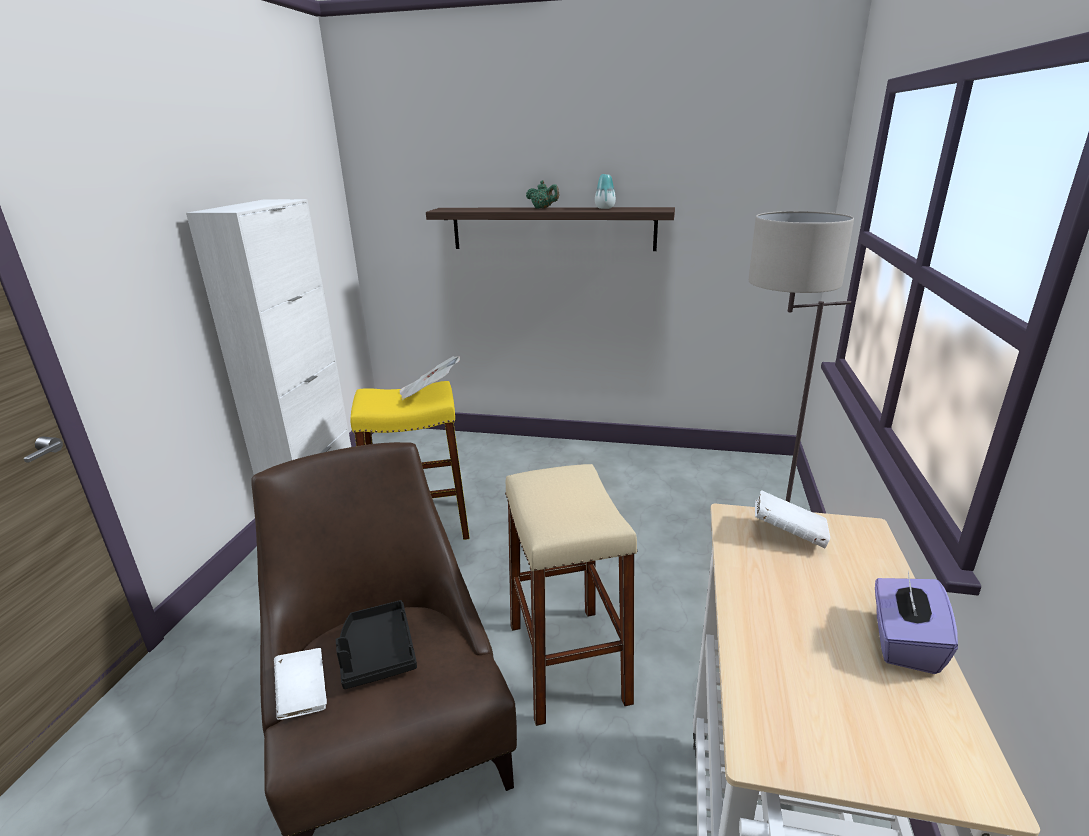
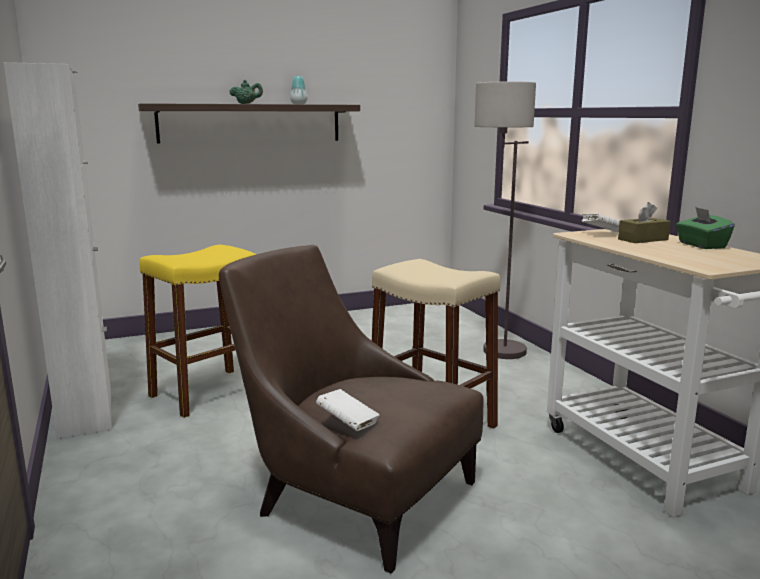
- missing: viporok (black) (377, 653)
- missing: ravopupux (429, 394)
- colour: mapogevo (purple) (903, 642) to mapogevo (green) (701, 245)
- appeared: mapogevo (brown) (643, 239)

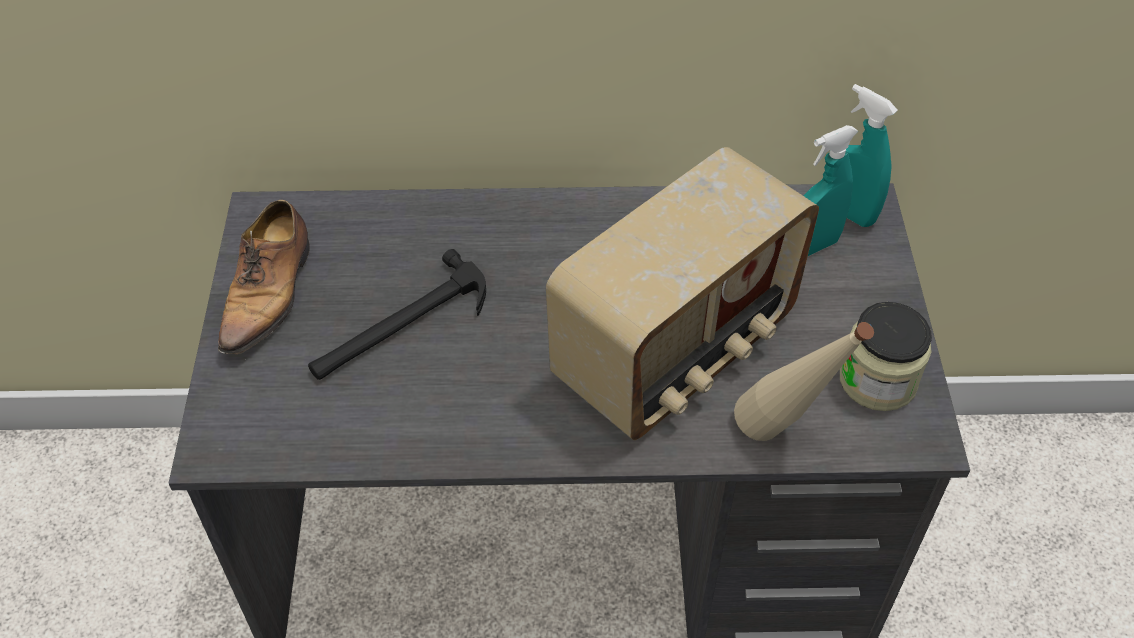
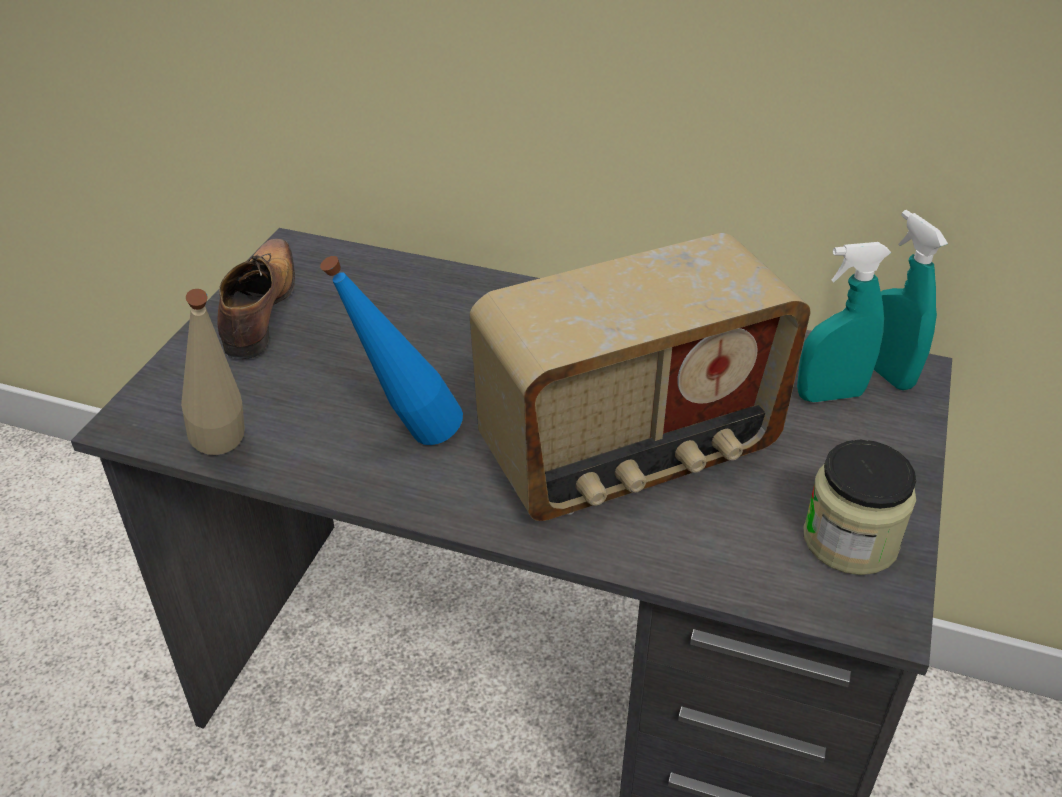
- spun: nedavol (269, 293) = (260, 310) 150 degrees clockwise
- missing: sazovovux (400, 326)
- relocated: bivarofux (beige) (783, 438) to (227, 458)
- appeared: bivarofux (blue) (406, 439)

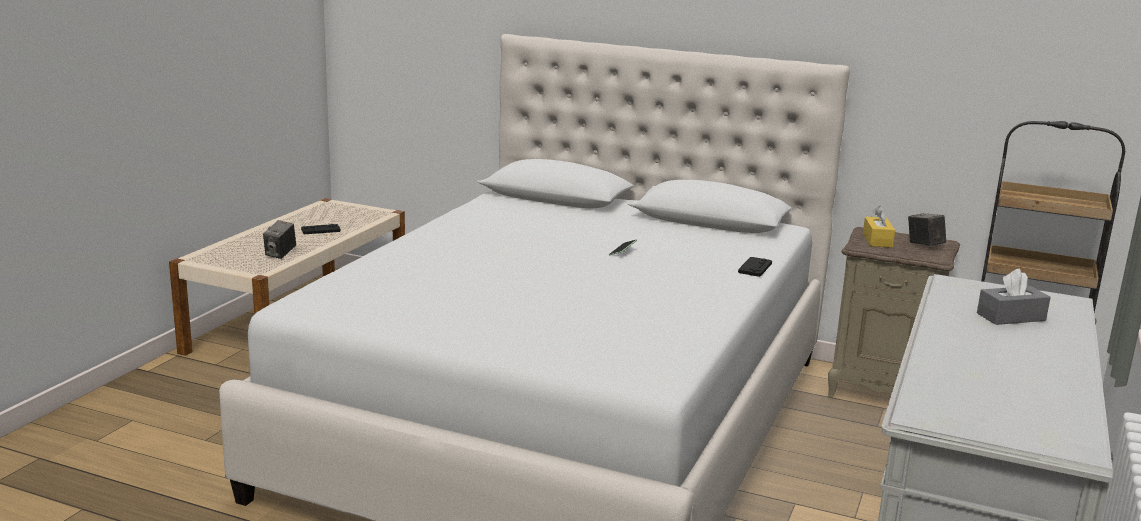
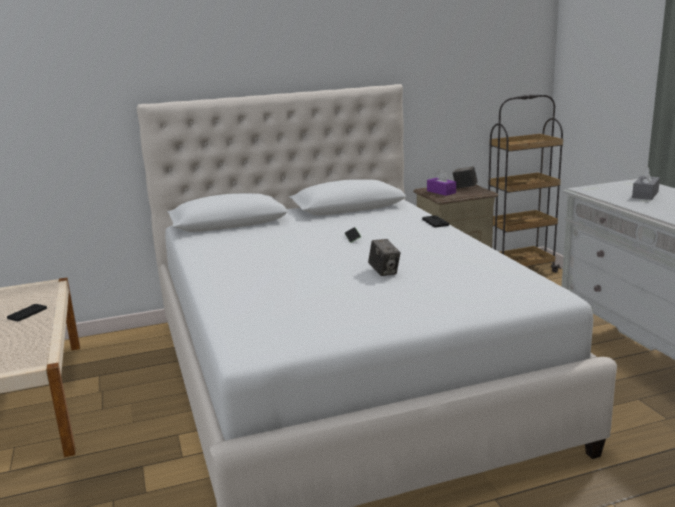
- relocated: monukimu (280, 254) to (384, 272)
- colour: mapogevo (yellow) (877, 240) to mapogevo (purple) (441, 192)

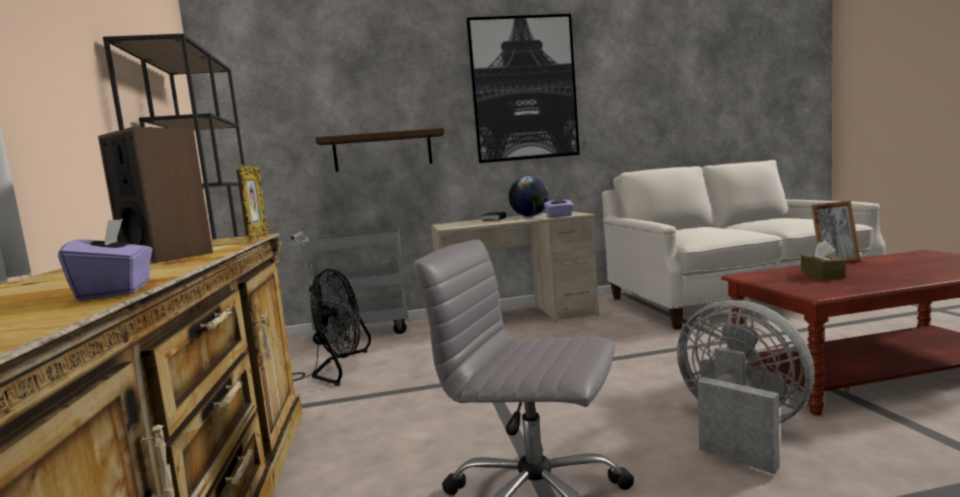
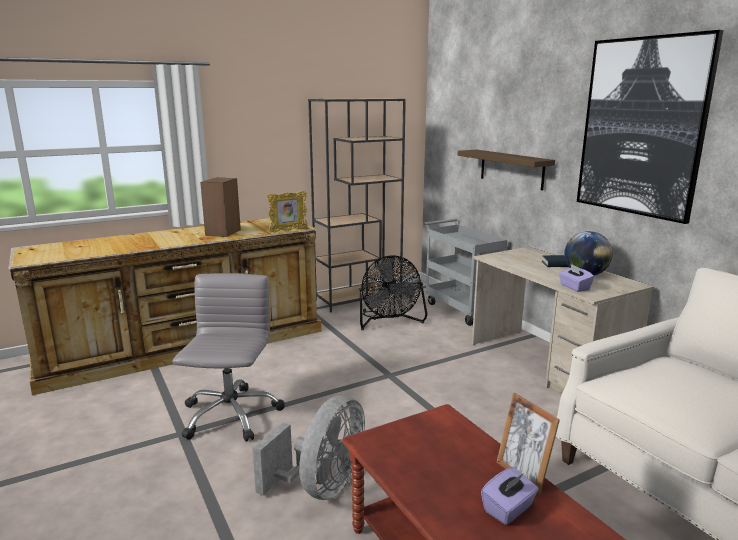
- relocated: mapogevo (purple) (117, 291) to (508, 509)
- missing: mapogevo (brown) (822, 274)

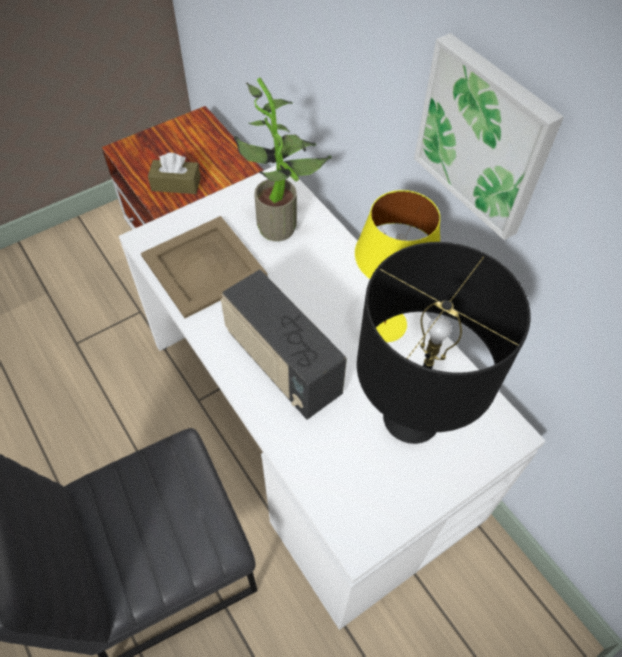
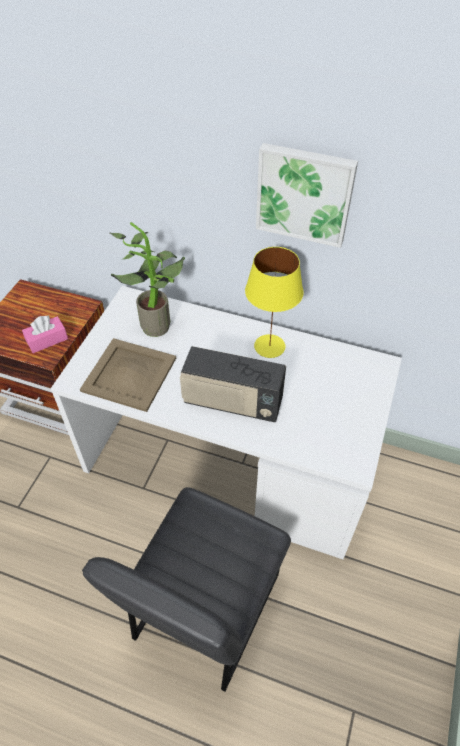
- colour: mapogevo (brown) (176, 184) to mapogevo (pink) (47, 340)
- missing: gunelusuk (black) (410, 420)

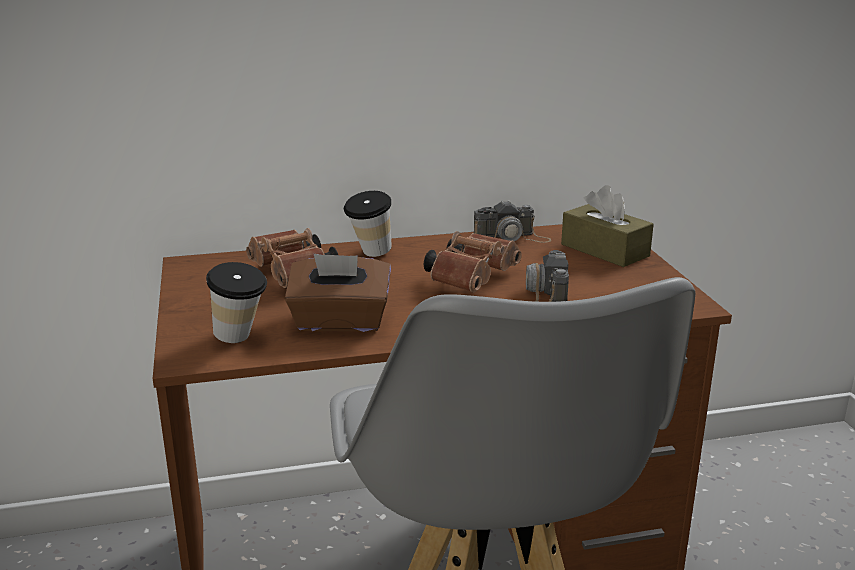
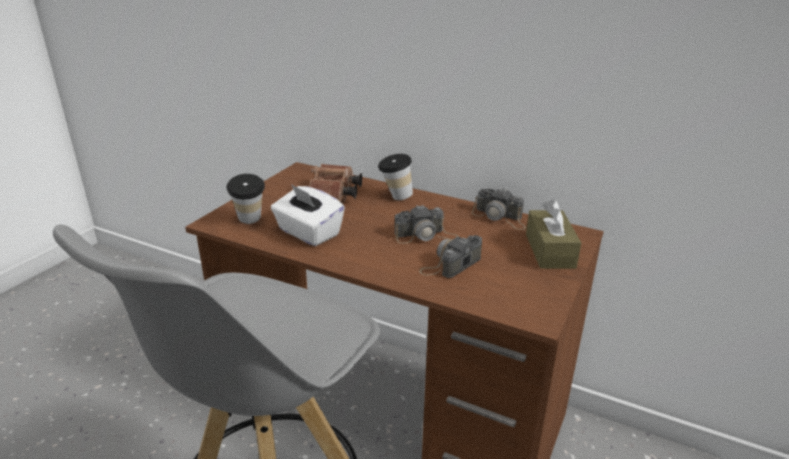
- colour: mapogevo (brown) (340, 322) to mapogevo (white) (308, 233)
- exchanged: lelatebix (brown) (473, 278) to monukimu (425, 236)

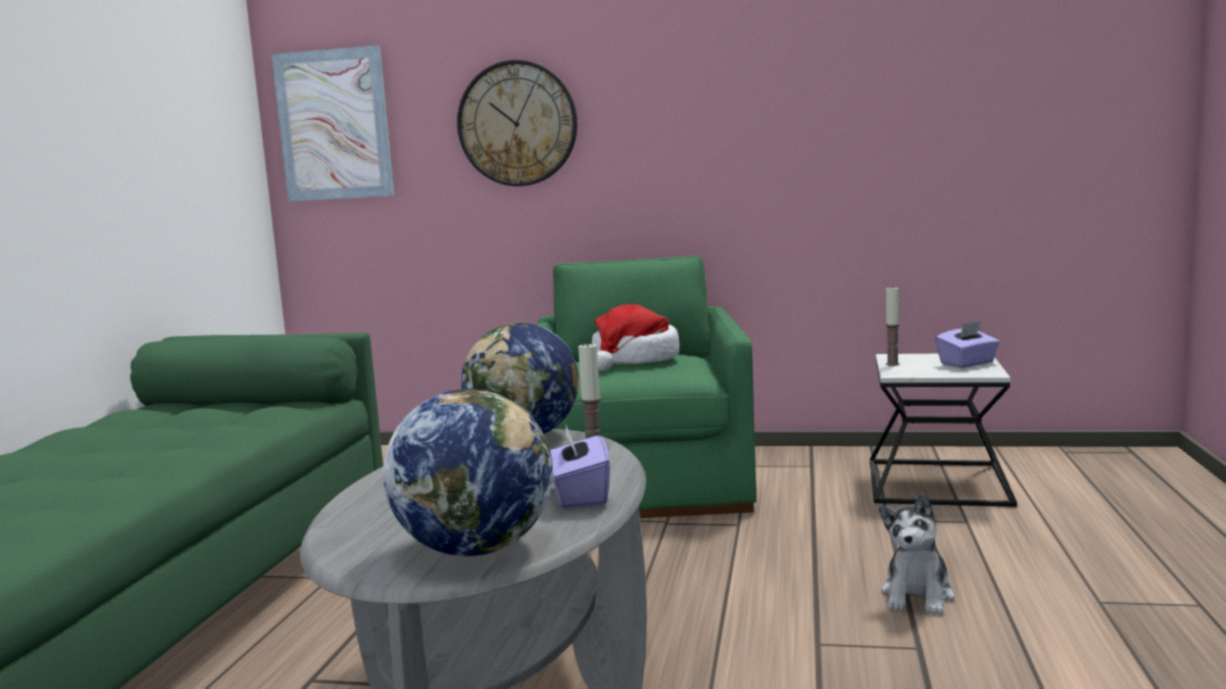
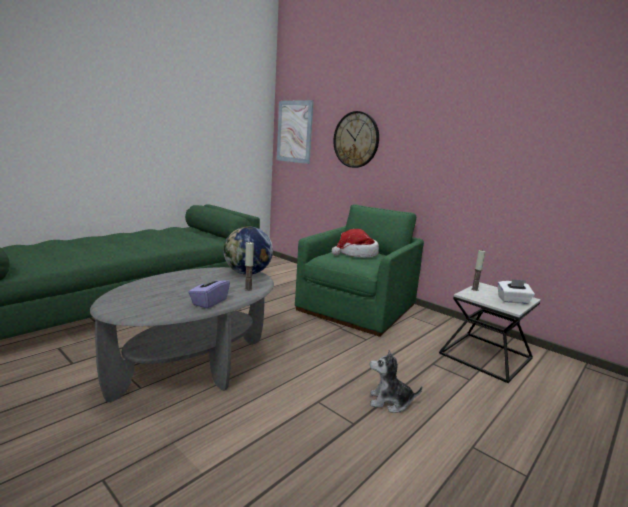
- missing: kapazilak (476, 549)
- spun: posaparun (918, 596) = (390, 402) 45 degrees clockwise
- colour: mapogevo (purple) (967, 364) to mapogevo (white) (513, 301)

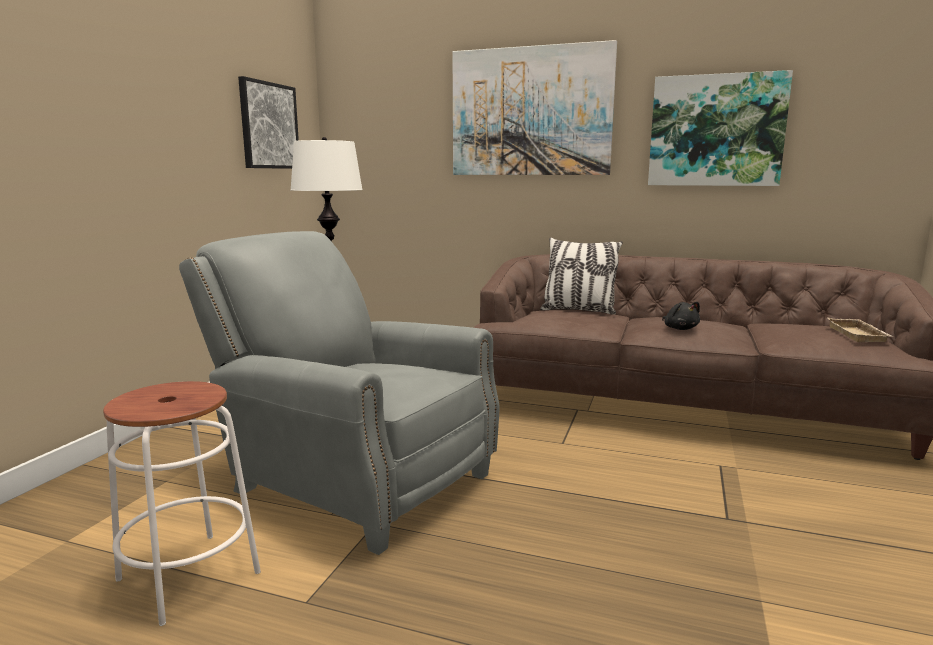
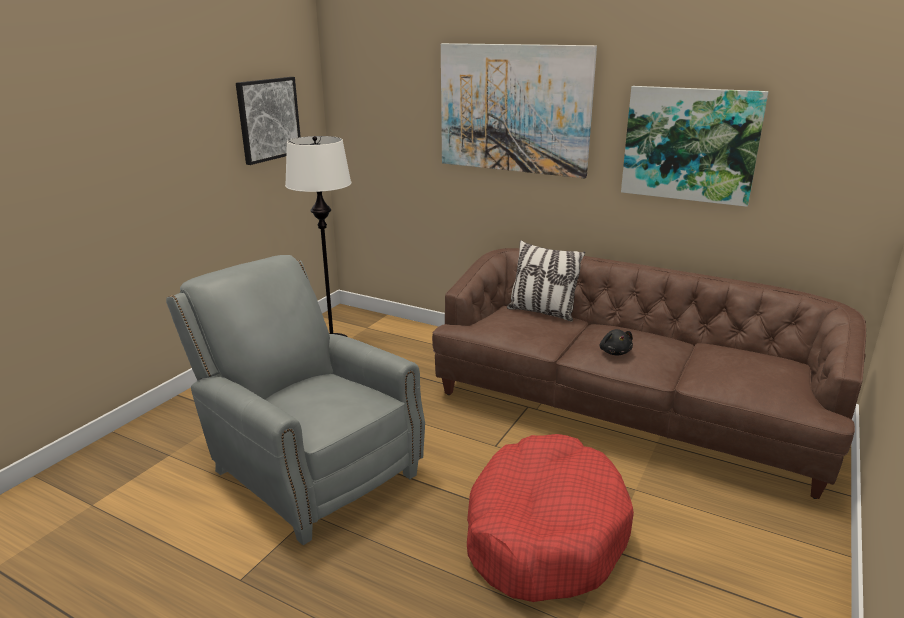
- missing: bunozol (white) (188, 575)
- missing: viporok (beige) (859, 335)
- appeared: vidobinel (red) (544, 532)

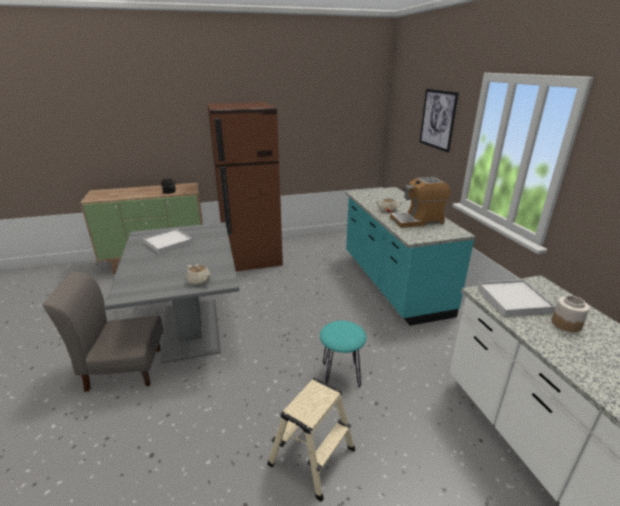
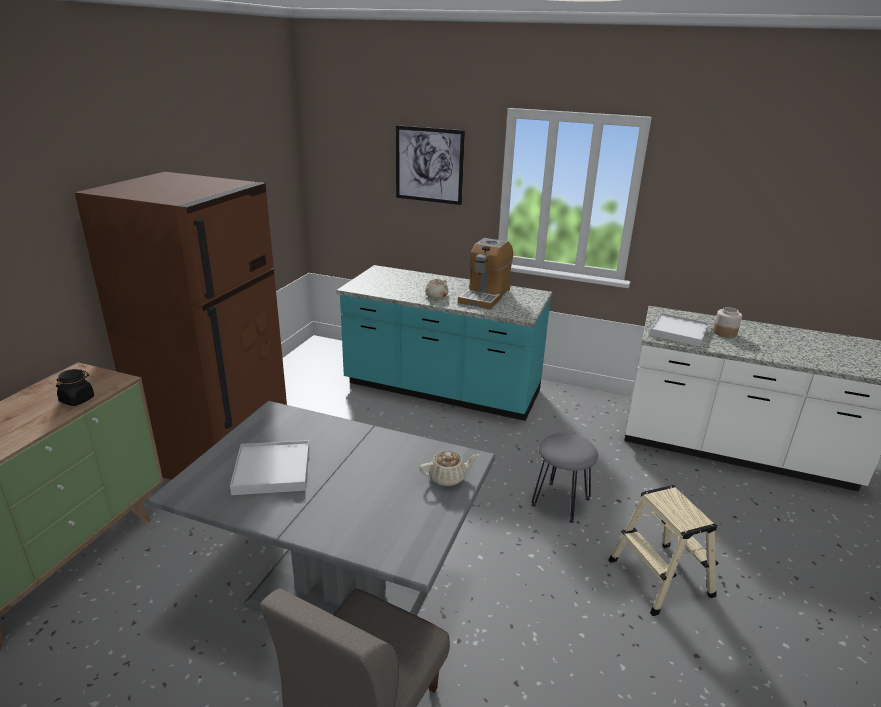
- colour: bunozol (turquoise) (341, 374) to bunozol (grey) (560, 502)

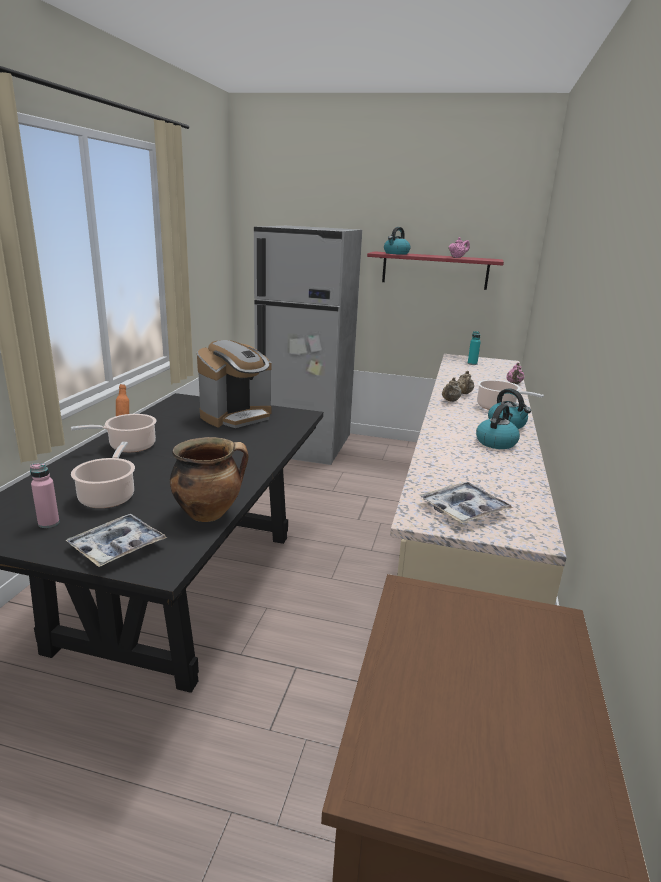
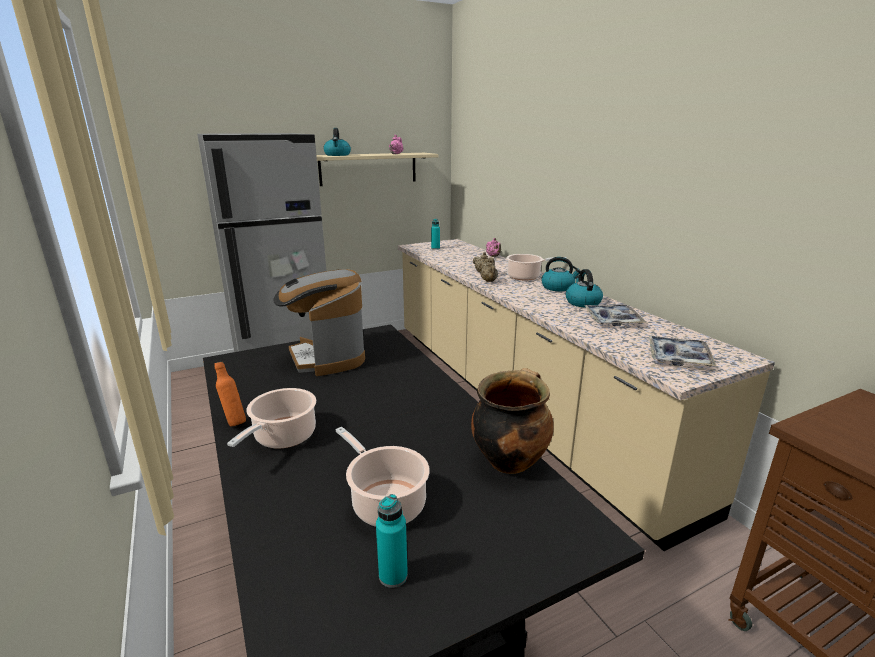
- colour: bivarofux (pink) (48, 523) to bivarofux (turquoise) (393, 575)
- relocated: viporok (117, 547) to (612, 320)
- spun: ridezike (236, 416) = (326, 357) 150 degrees clockwise
- colour: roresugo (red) (435, 270) to roresugo (beige) (368, 168)

